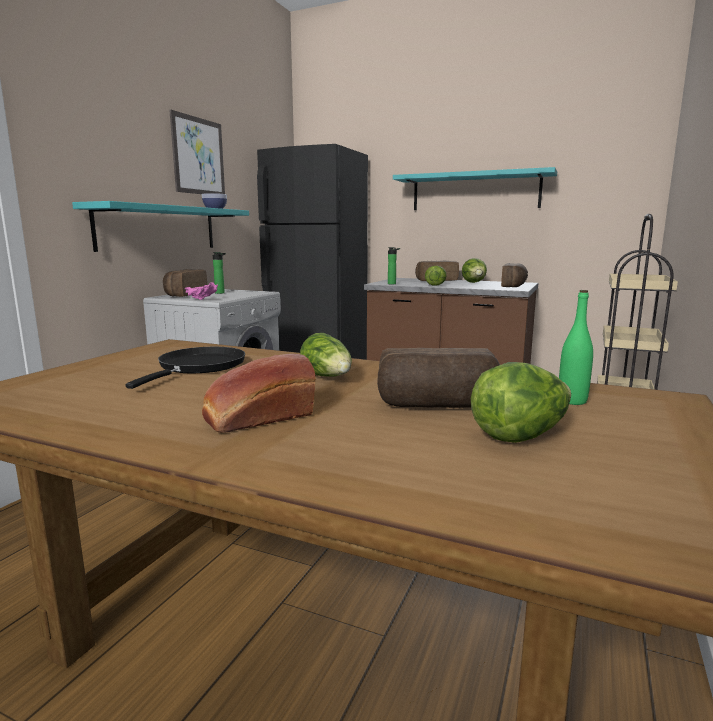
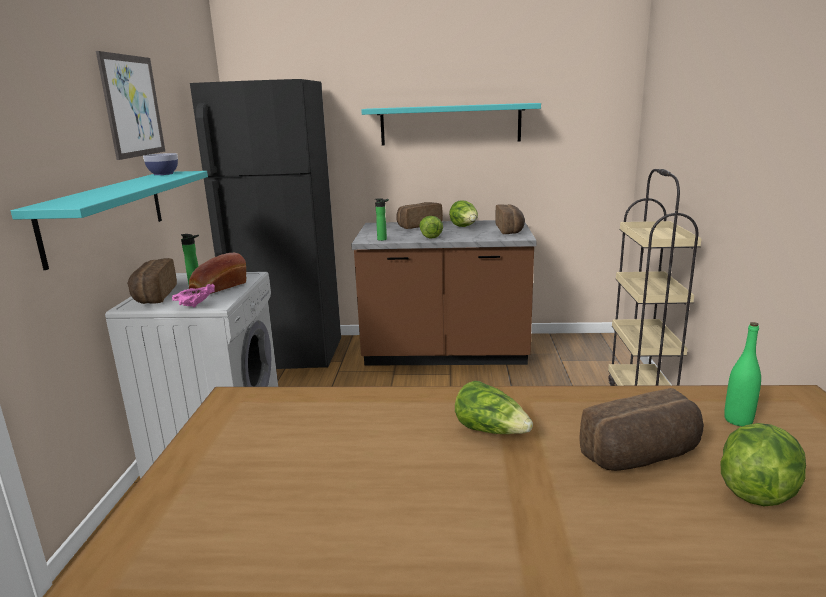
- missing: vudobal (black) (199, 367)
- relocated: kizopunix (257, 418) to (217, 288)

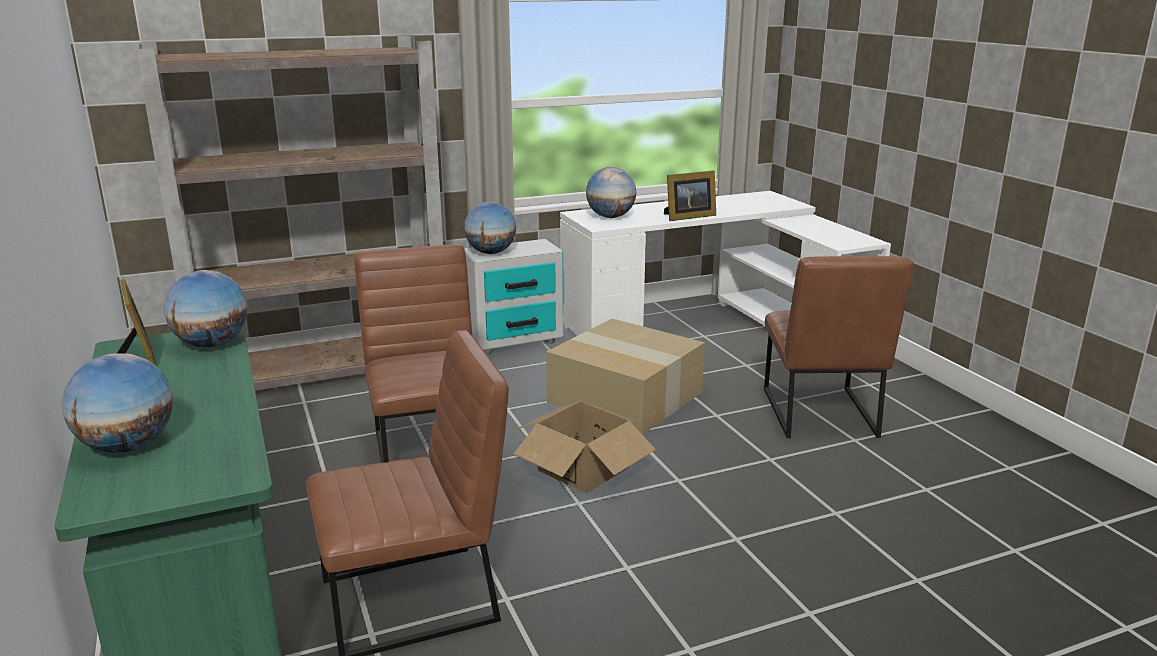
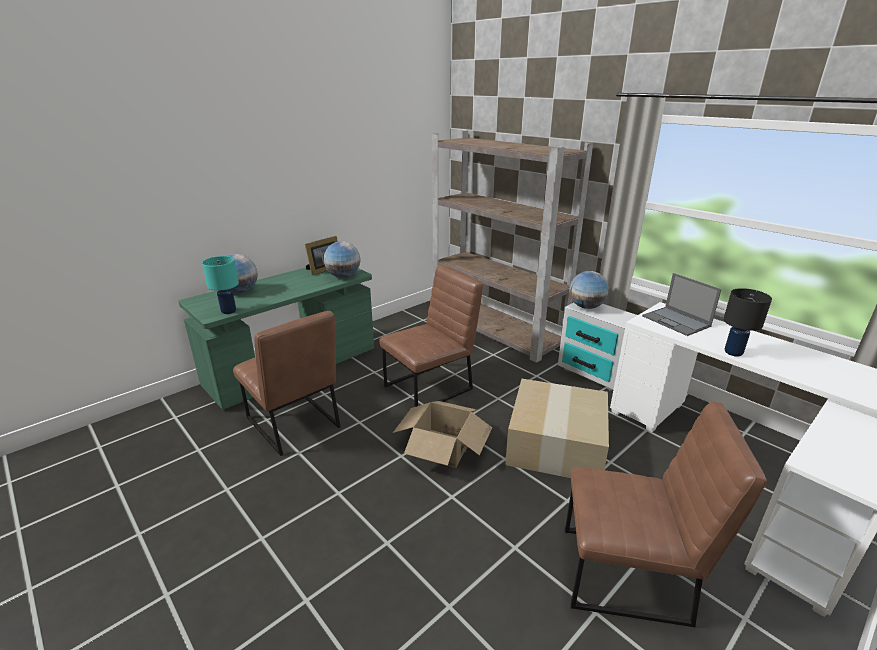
- exchanged: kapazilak (611, 217) to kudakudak (676, 321)
- exchanged: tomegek (687, 217) to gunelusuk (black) (734, 353)
- spun: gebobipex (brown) (819, 414) = (628, 575) 150 degrees counterclockwise
- appeared: gunelusuk (turquoise) (228, 311)

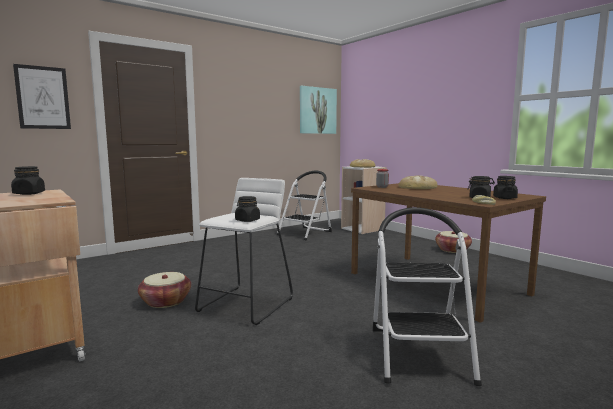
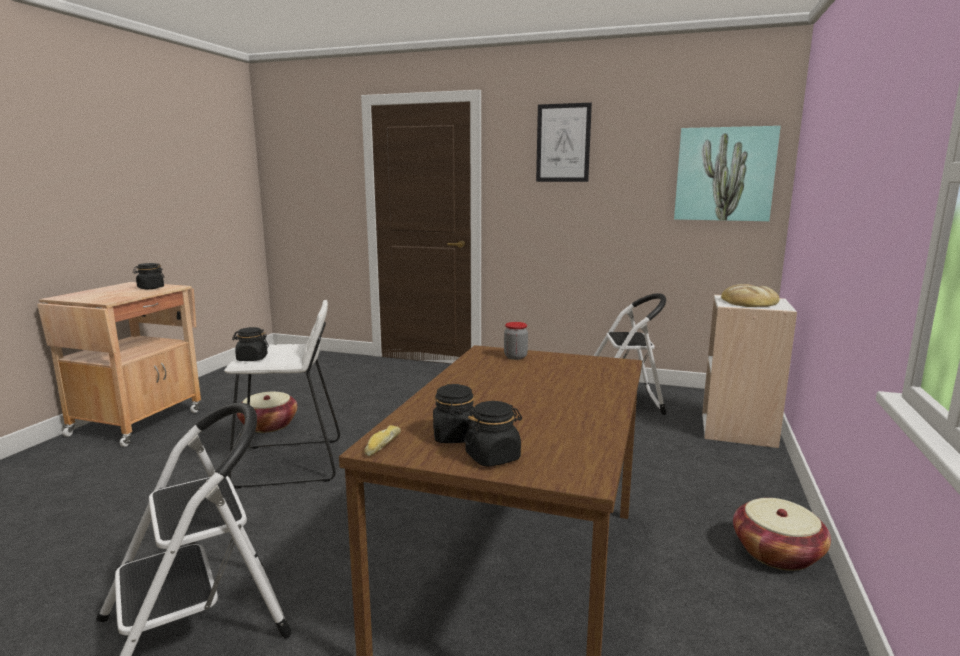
- relocated: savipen (43, 97) to (563, 143)
- missing: kizopunix (417, 187)

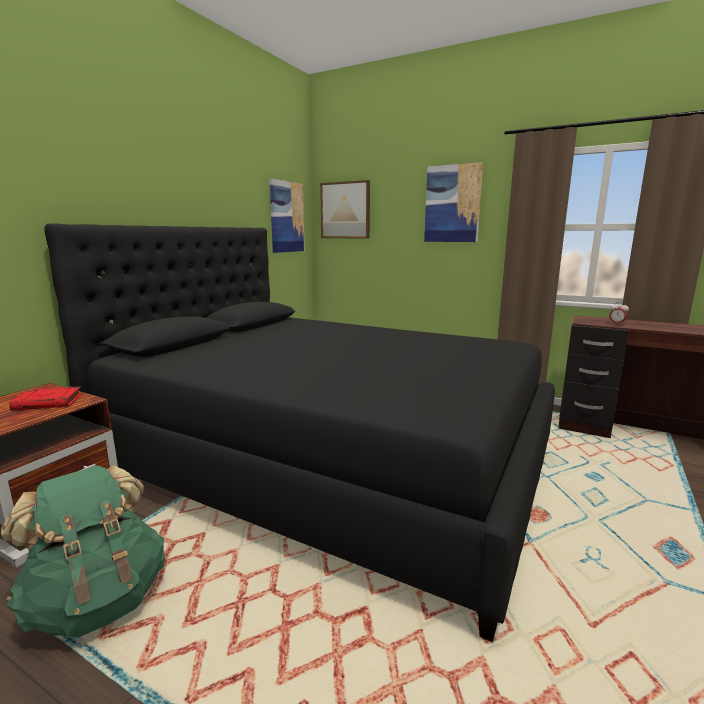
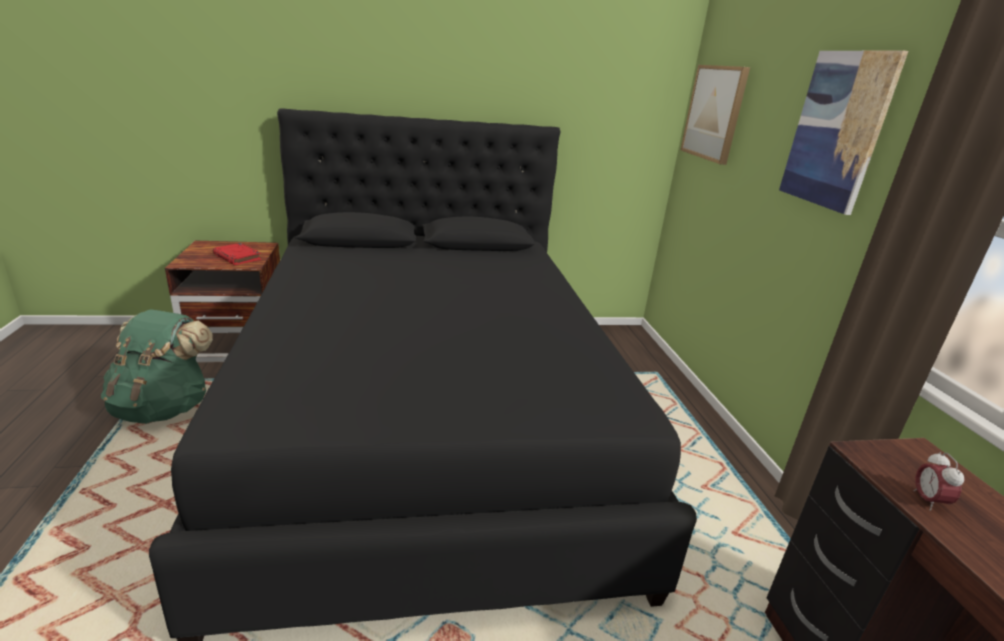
- missing: savipen (287, 217)

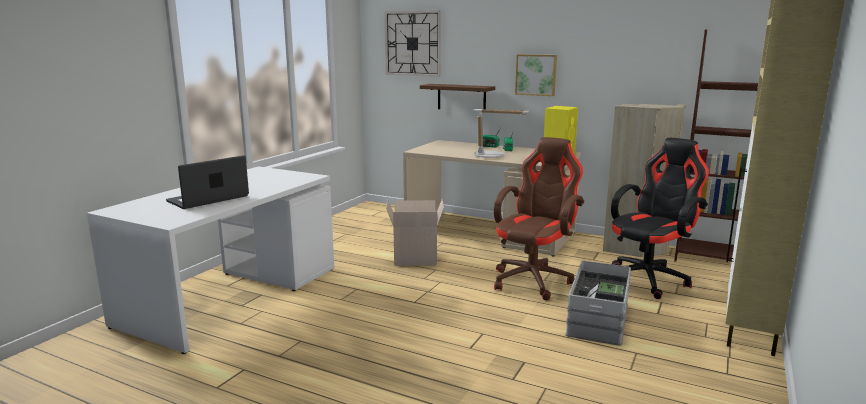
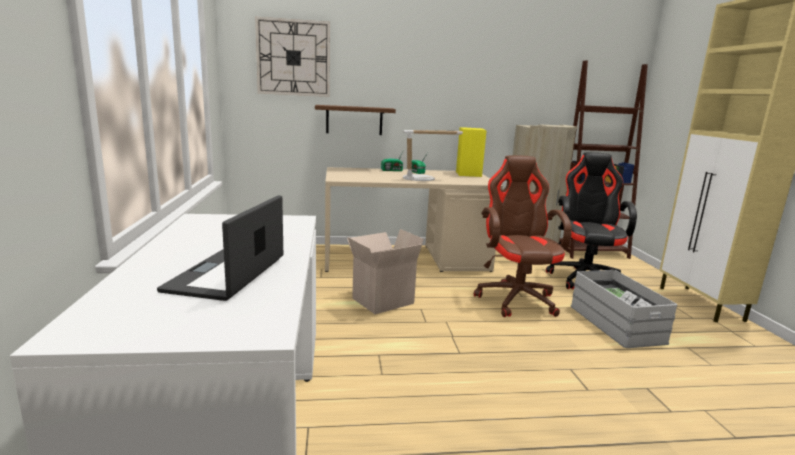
- missing: savipen (536, 75)

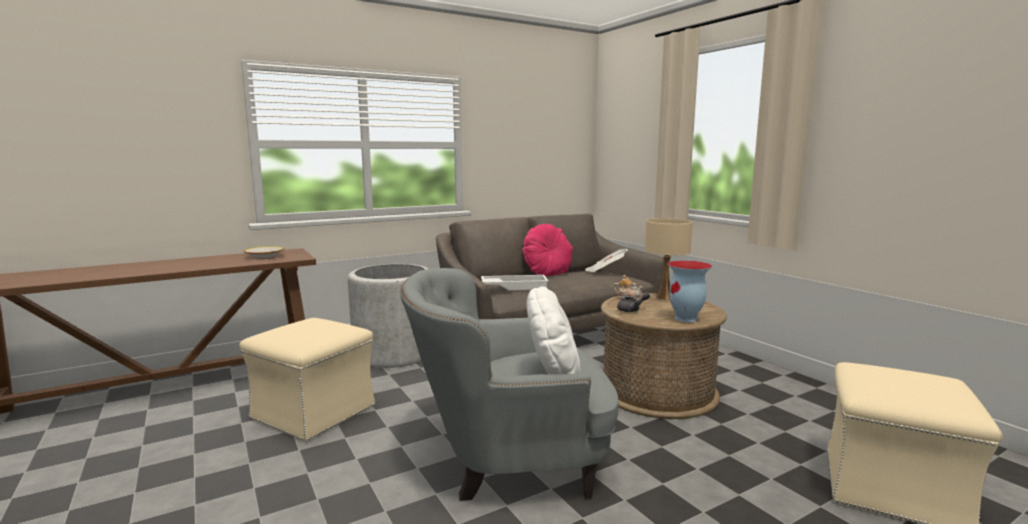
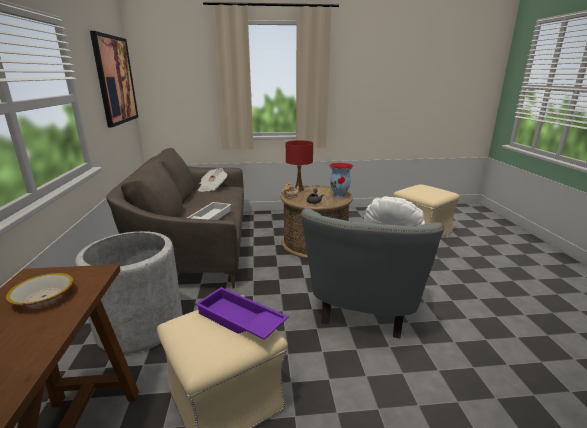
- missing: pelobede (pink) (547, 275)
- colour: gunelusuk (beige) (664, 297) to gunelusuk (red) (299, 190)
- appeared: savipen (115, 80)
- appeared: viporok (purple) (239, 320)

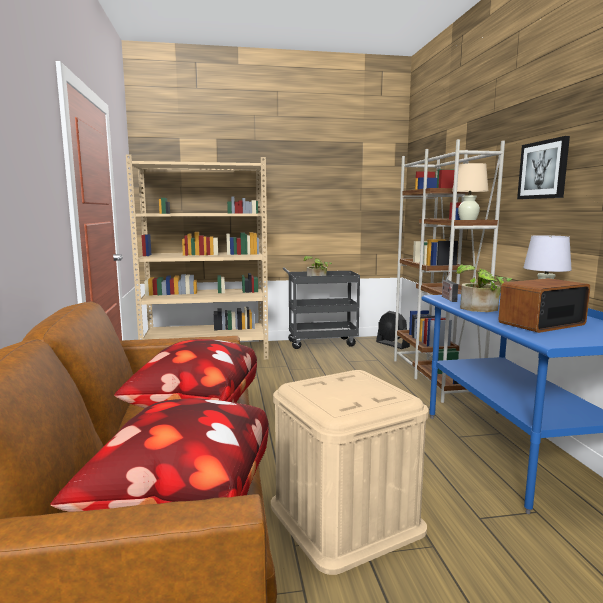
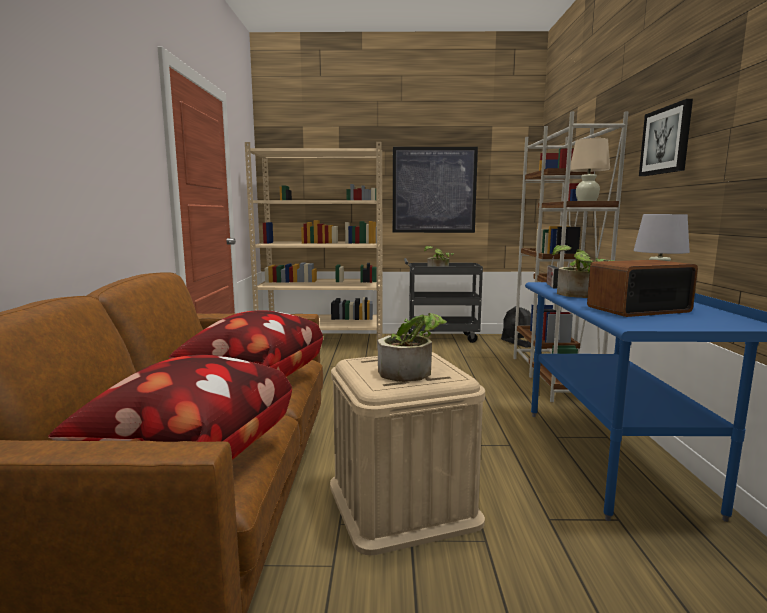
- appeared: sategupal (412, 372)
- appeared: savipen (434, 190)

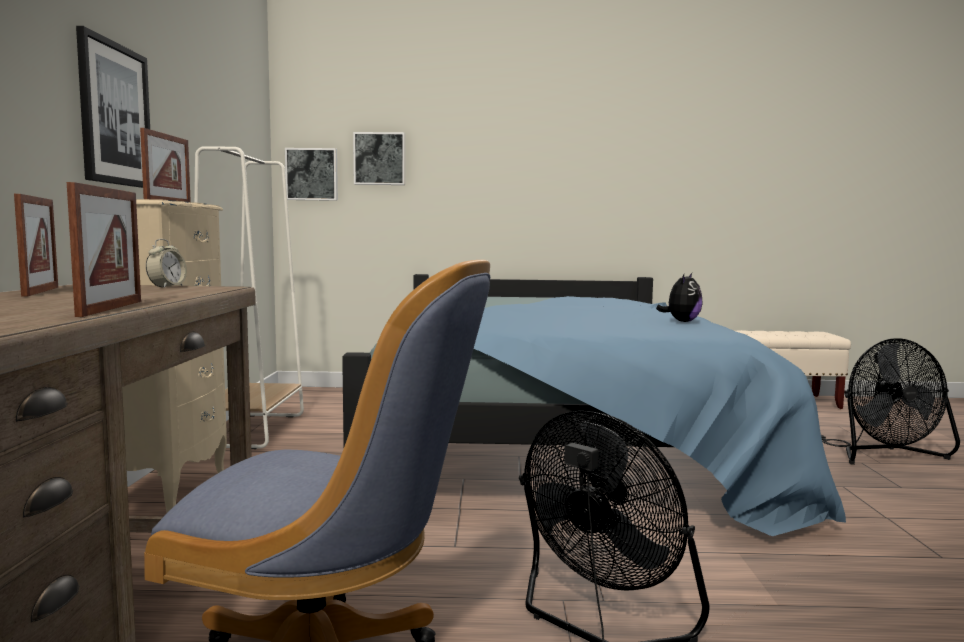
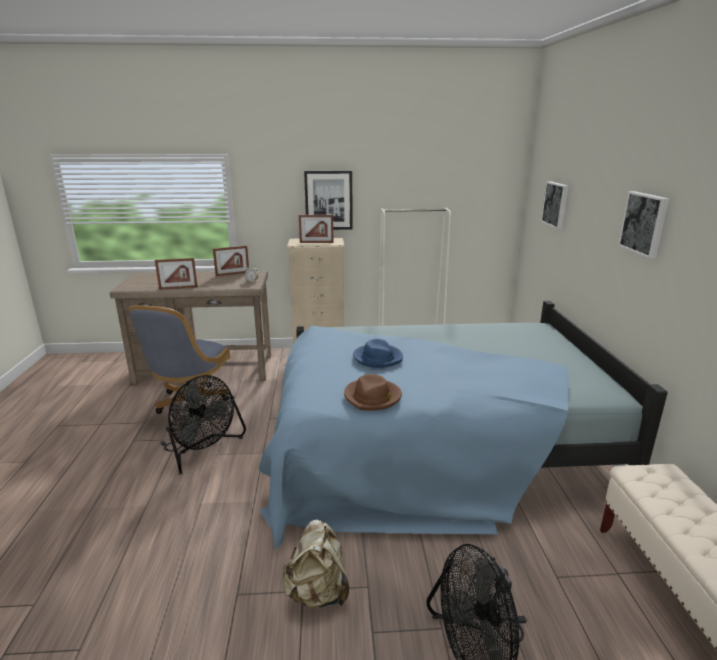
- relocated: savipen (312, 174) to (645, 223)
- exchanged: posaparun (681, 321) to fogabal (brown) (373, 397)
- appeared: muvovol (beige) (318, 592)
- appeared: fogabal (blue) (377, 358)

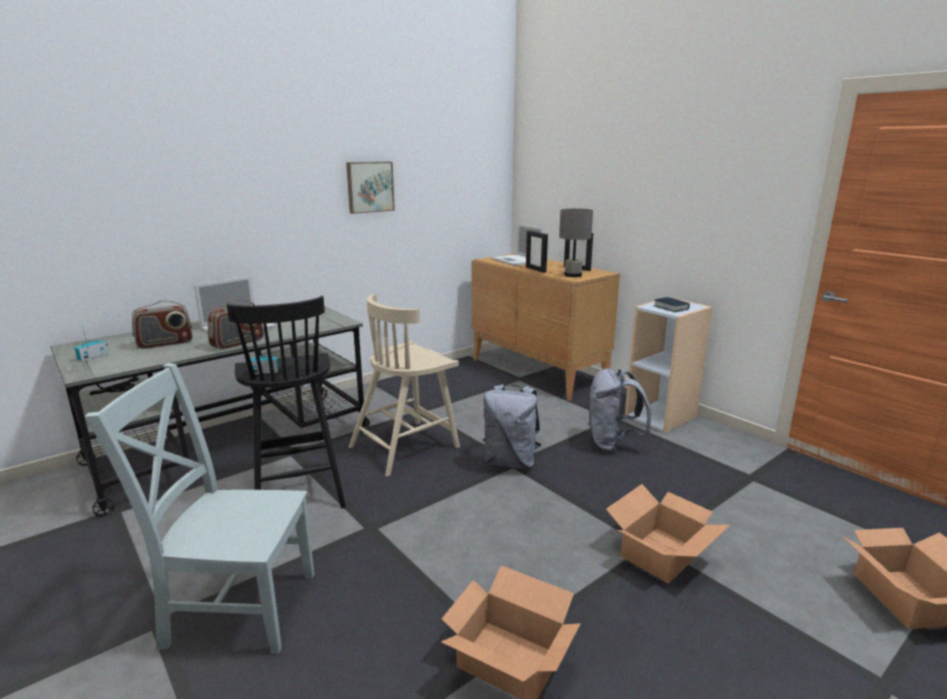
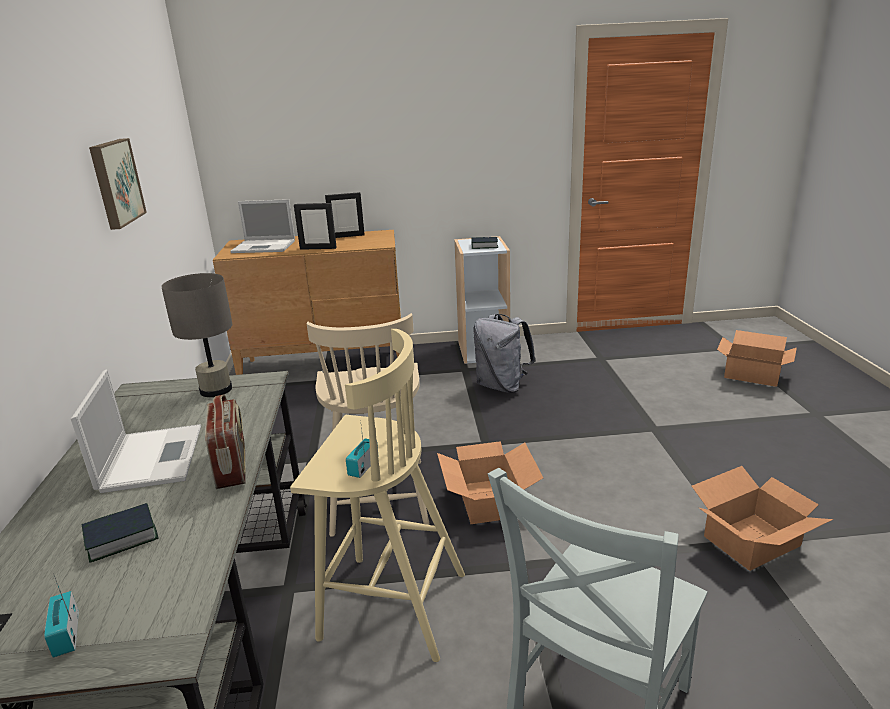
- exchanged: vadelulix (165, 344) to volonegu (121, 537)
- colour: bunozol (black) (297, 489) to bunozol (beige) (388, 604)
- missing: muvovol (grey) (511, 461)
- relocated: gunelusuk (grey) (572, 275) to (215, 390)
- relocated: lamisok (660, 554) to (488, 501)

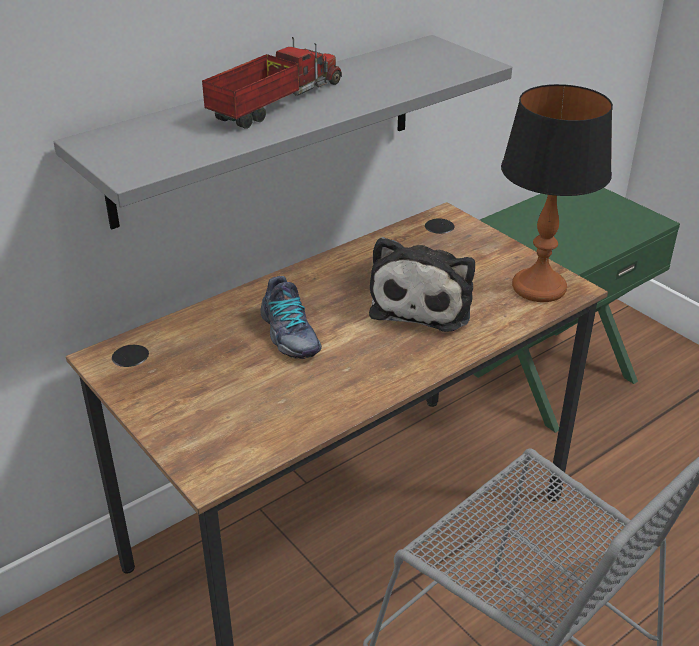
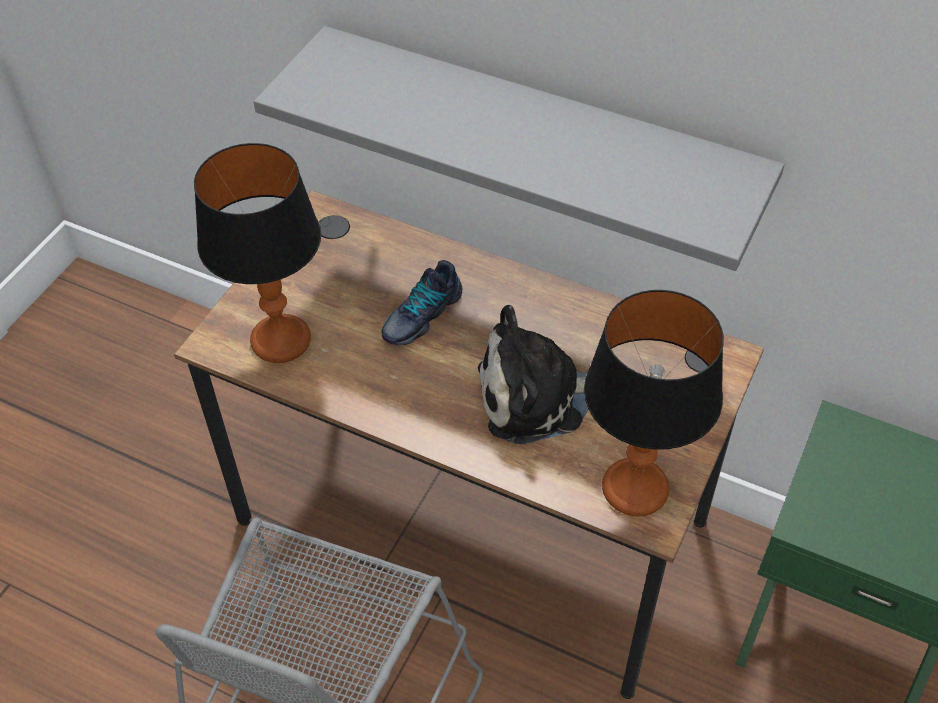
- missing: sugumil (275, 103)
- appeared: gunelusuk (280, 340)

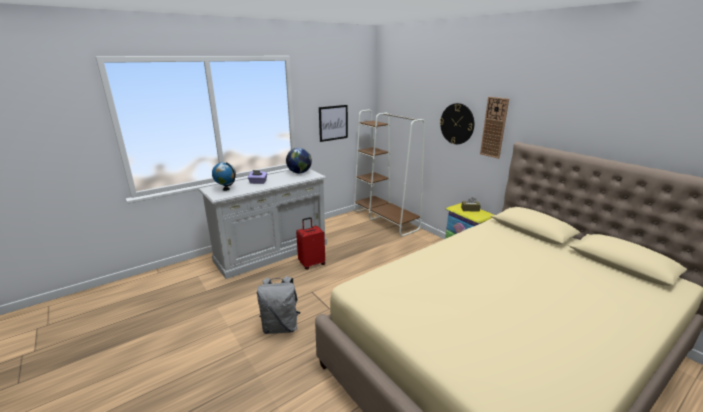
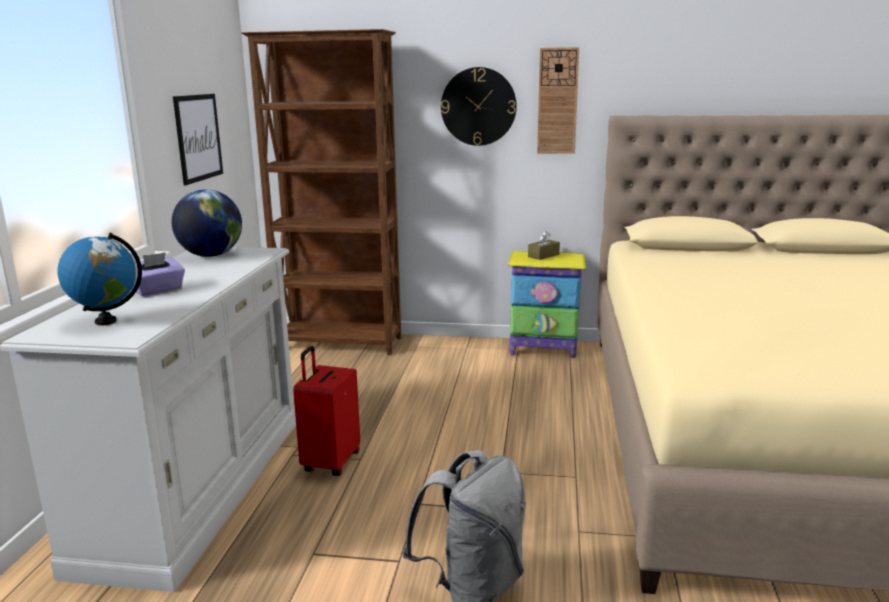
- exchanged: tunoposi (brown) (385, 220) to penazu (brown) (340, 344)

